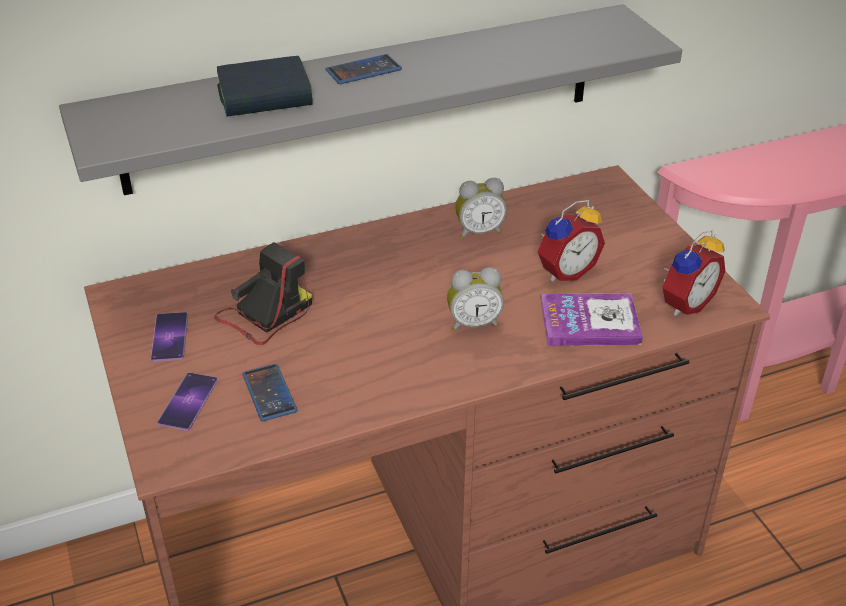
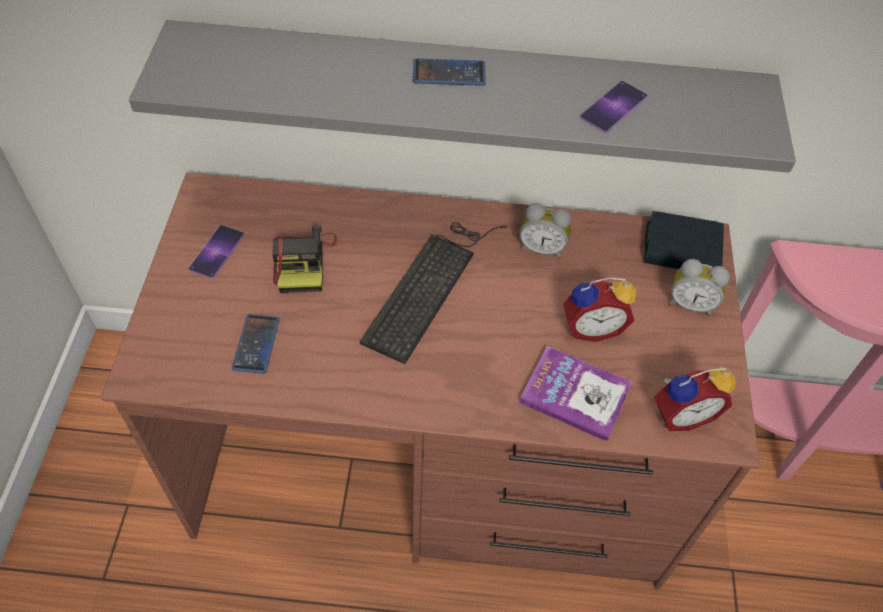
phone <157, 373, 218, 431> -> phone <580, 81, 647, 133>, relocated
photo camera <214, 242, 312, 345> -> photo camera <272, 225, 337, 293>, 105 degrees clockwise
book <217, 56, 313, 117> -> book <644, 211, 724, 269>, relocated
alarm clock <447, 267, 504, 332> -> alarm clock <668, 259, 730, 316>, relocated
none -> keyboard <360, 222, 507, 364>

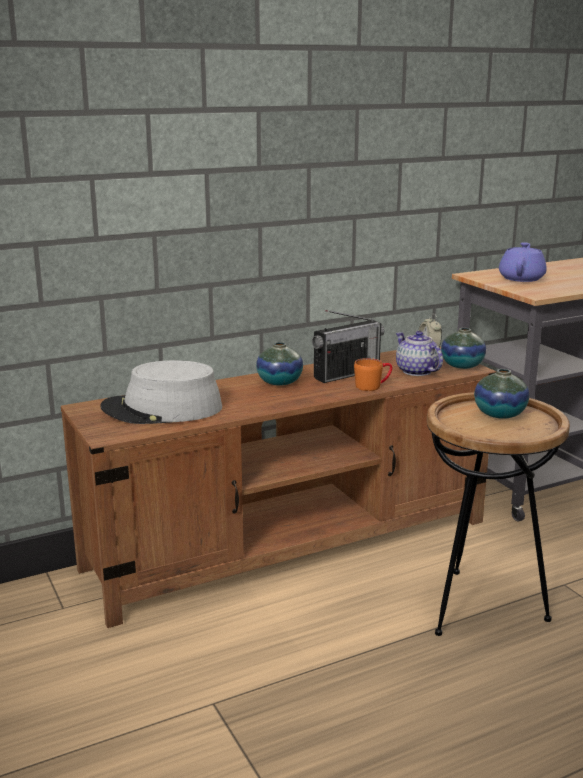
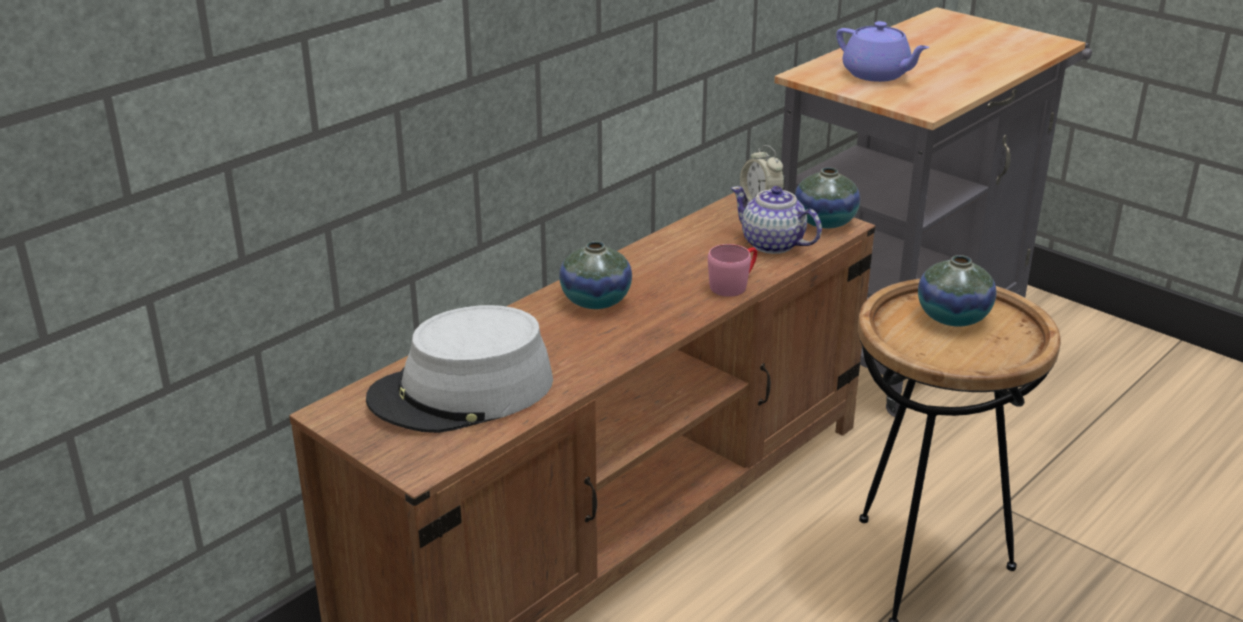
radio <312, 310, 384, 383> -> none
mug (orange) <354, 358, 392, 391> -> mug (pink) <708, 244, 757, 297>
teapot (purple) <499, 242, 547, 282> -> teapot (purple) <836, 21, 930, 82>, 135 degrees clockwise

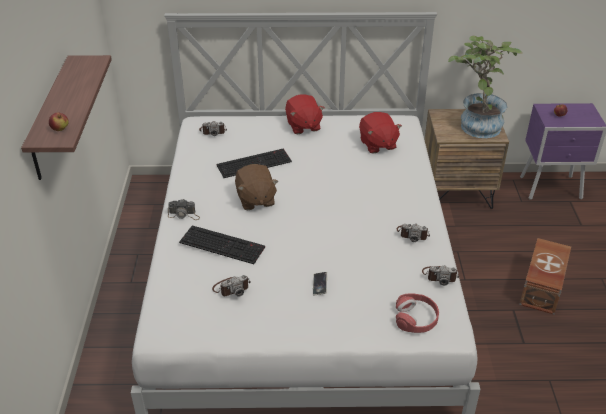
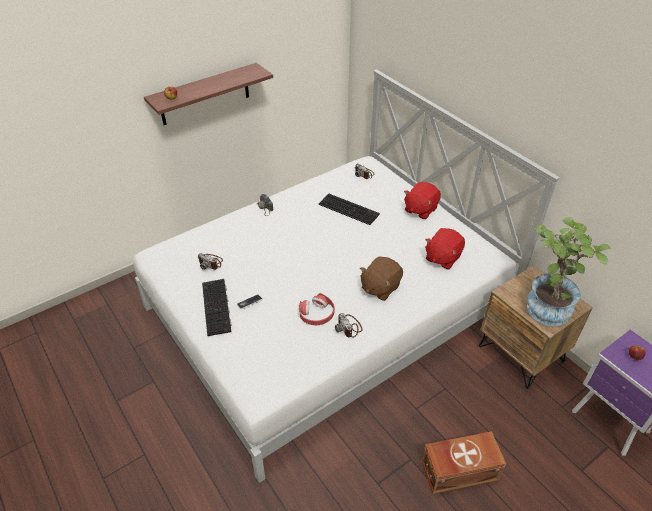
keyboard <179, 225, 265, 264> -> keyboard <202, 279, 232, 336>, relocated
plush toy (brown) <235, 164, 279, 210> -> plush toy (brown) <360, 257, 403, 301>, relocated
headphones (red) <396, 294, 439, 333> -> headphones (red) <299, 293, 335, 325>, relocated
photo camera <422, 266, 459, 286> -> none

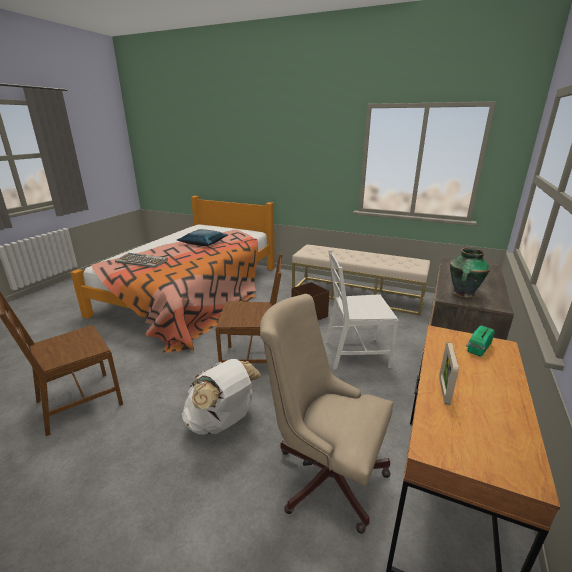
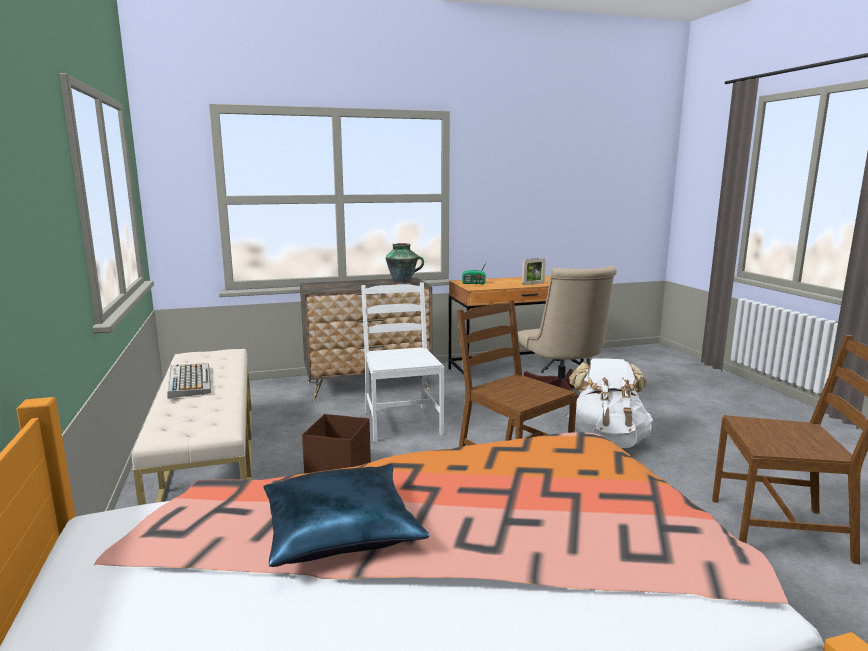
keyboard <115, 253, 168, 268> -> keyboard <167, 363, 211, 398>, relocated
chair (white) <325, 250, 399, 369> -> chair (white) <361, 282, 444, 442>, 150 degrees counterclockwise

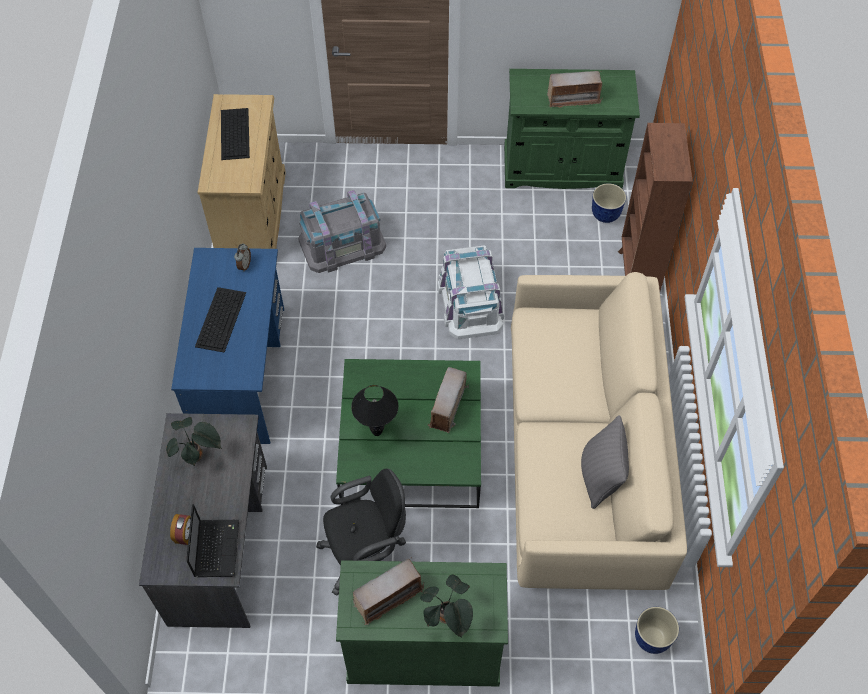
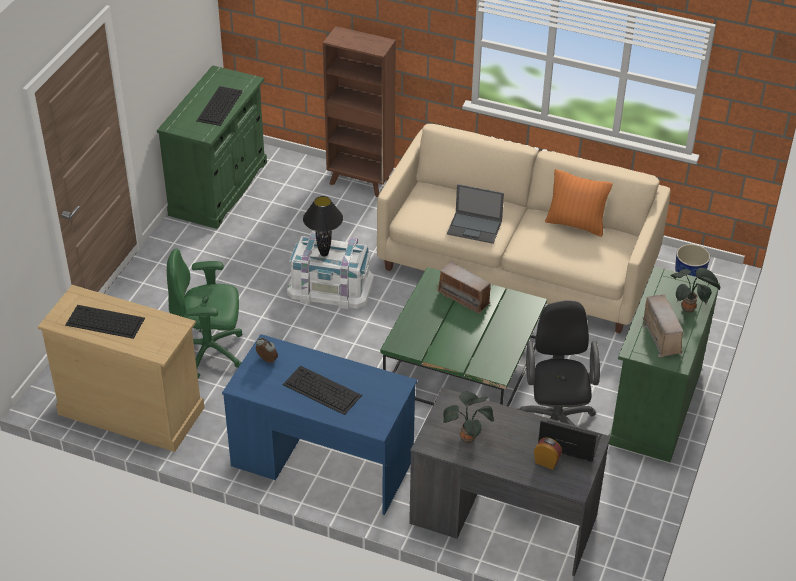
storage box (grey) <298, 190, 386, 273> -> office chair (green) <167, 249, 243, 379>
table lamp (black) <351, 385, 399, 436> -> table lamp (black) <303, 196, 343, 256>, relocated
radio <546, 71, 602, 108> -> keyboard <196, 86, 243, 126>
pillow (grey) <581, 415, 629, 509> -> pillow (orange) <545, 169, 613, 237>
planter <592, 183, 626, 223> -> none
none -> laptop <447, 184, 504, 244>

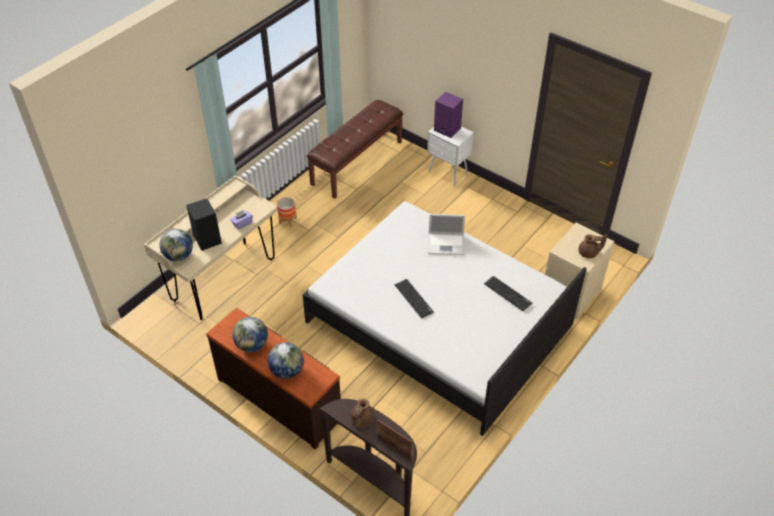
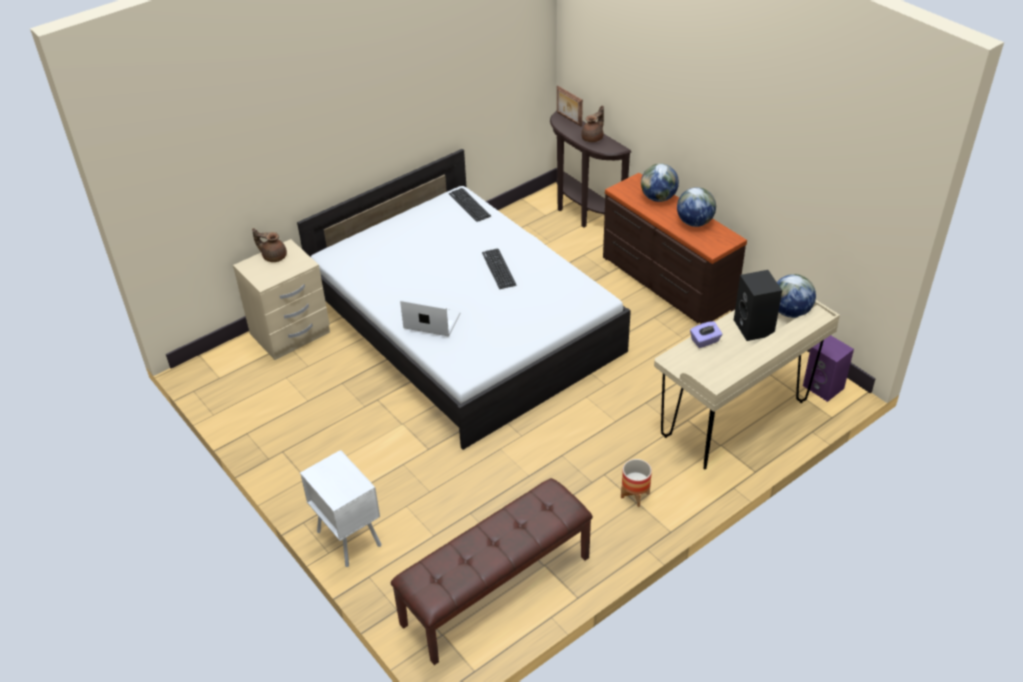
speaker (purple) <434, 92, 463, 138> -> speaker (purple) <803, 335, 854, 402>, relocated
keyboard <484, 276, 532, 311> -> keyboard <449, 188, 491, 222>, relocated

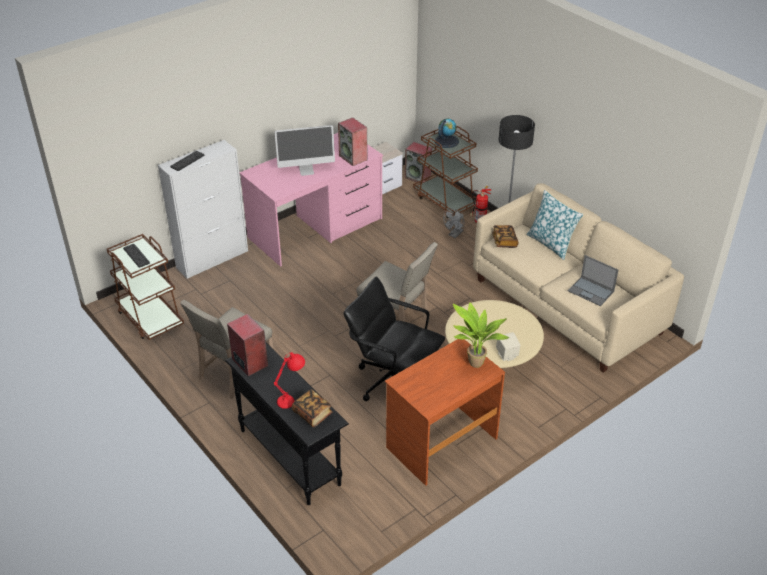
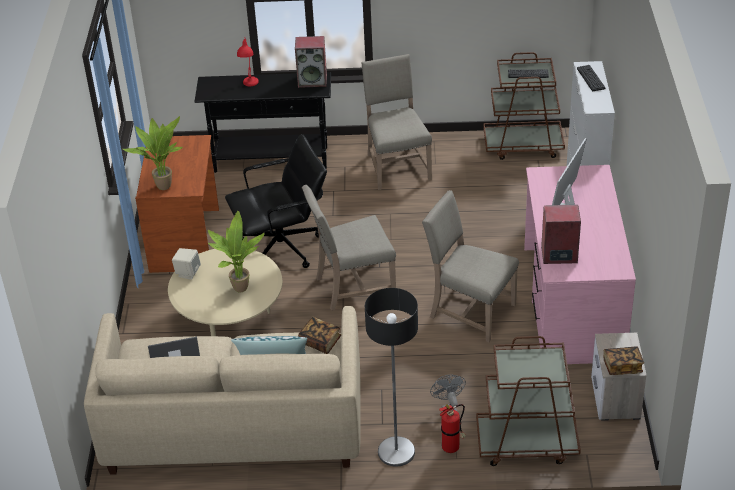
book <292, 389, 332, 427> -> book <604, 346, 644, 375>, relocated
speaker <405, 142, 432, 183> -> none
globe <435, 118, 459, 148> -> none
none -> potted plant <208, 211, 265, 292>
none -> chair (beige) <422, 190, 519, 342>

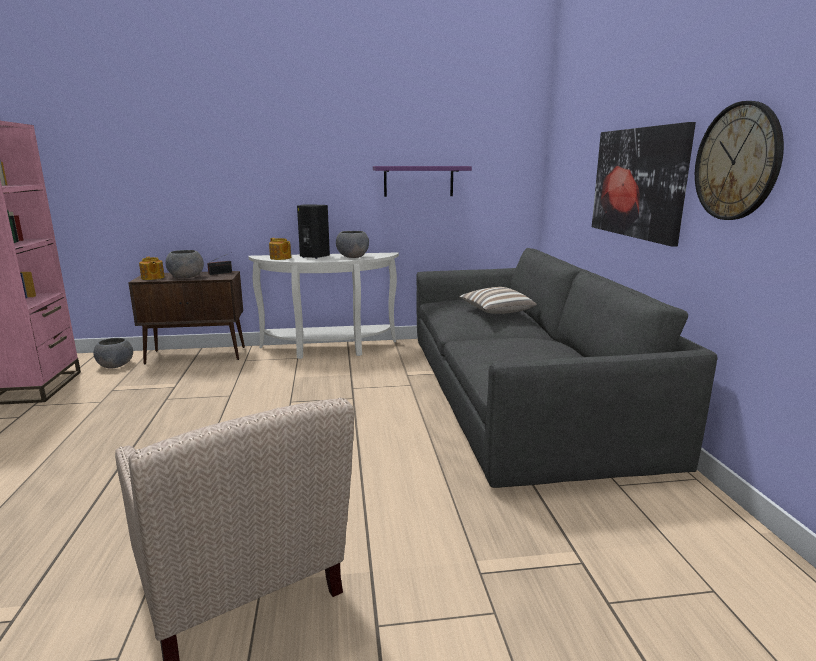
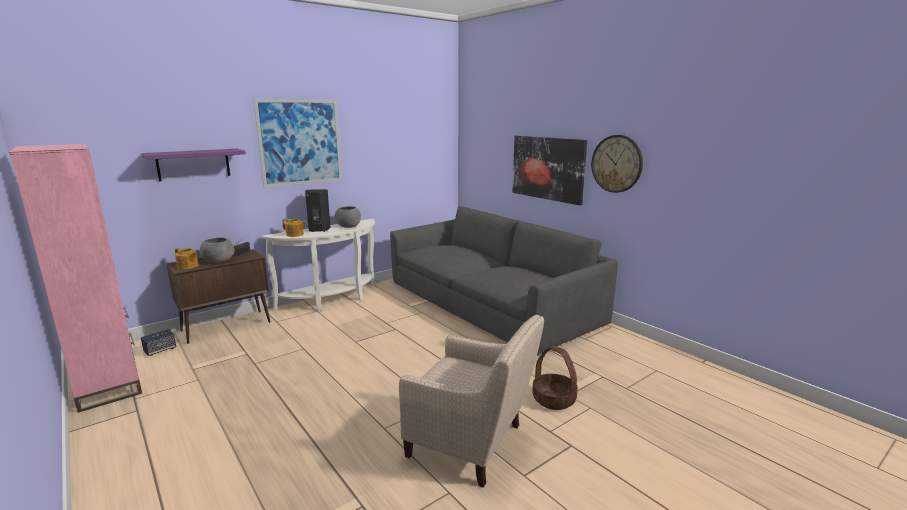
bowl (grey) <94, 338, 133, 368> -> speaker <141, 329, 176, 356>
shelf (purple) <373, 166, 472, 197> -> shelf (purple) <141, 149, 246, 181>, relocated
pillow <459, 287, 537, 314> -> none
none -> picture <253, 99, 342, 188>
none -> basket <533, 346, 578, 410>

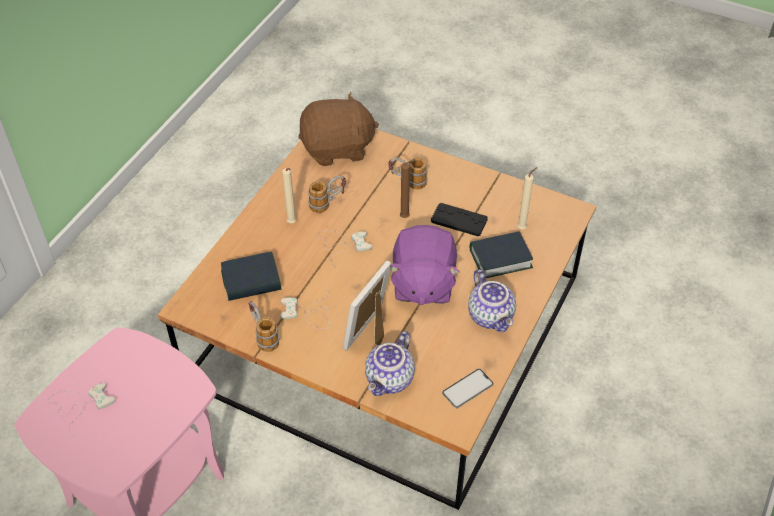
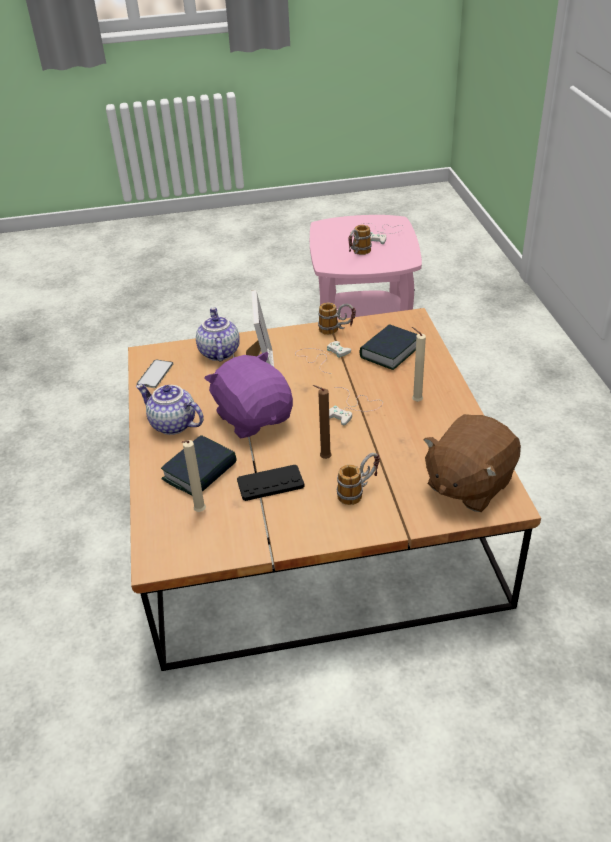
mug <308, 176, 346, 213> -> mug <348, 225, 372, 255>, relocated

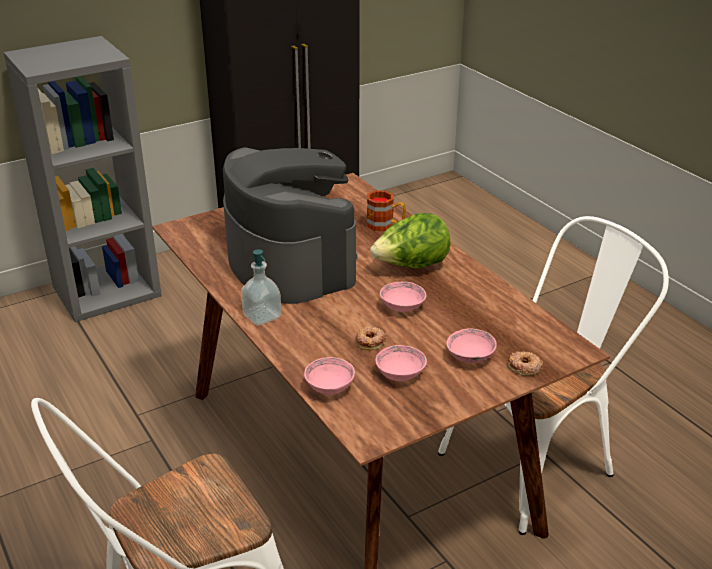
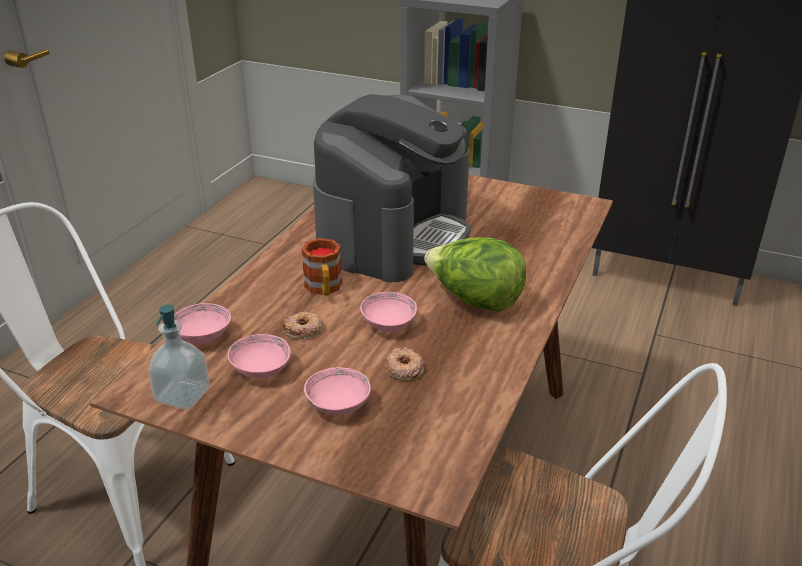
soap dispenser <241, 249, 281, 326> -> soap dispenser <148, 305, 209, 410>, relocated
mug <367, 191, 406, 231> -> mug <302, 238, 342, 296>, relocated
donut <508, 351, 543, 376> -> donut <384, 347, 424, 381>, relocated

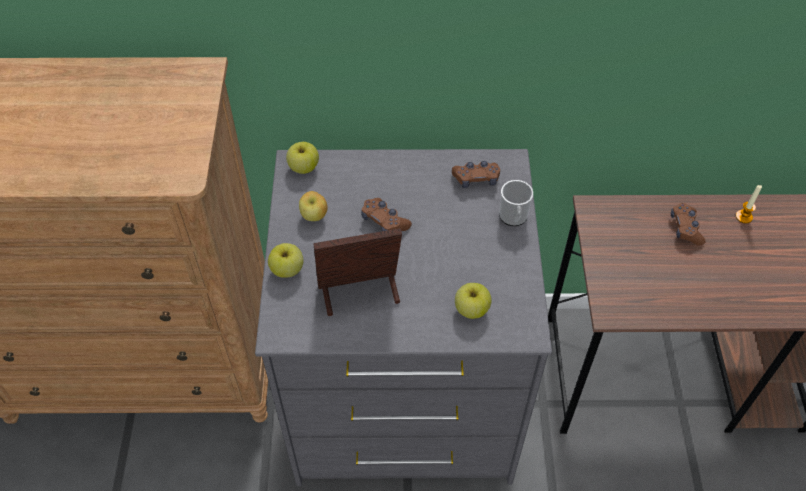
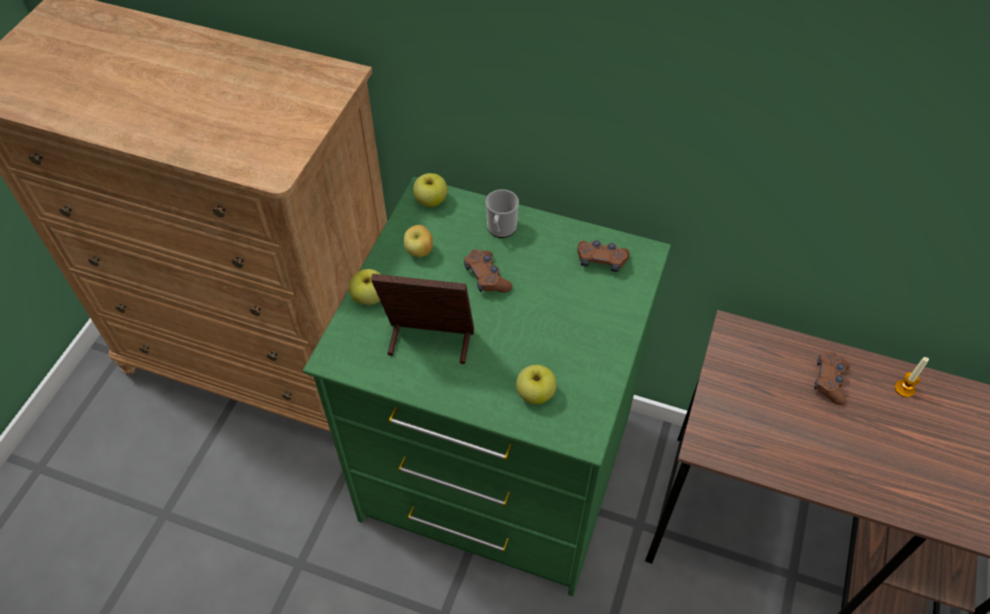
dresser (grey) <255, 149, 552, 486> -> dresser (green) <303, 177, 671, 596>
mug <499, 180, 533, 226> -> mug <485, 189, 519, 238>, relocated

